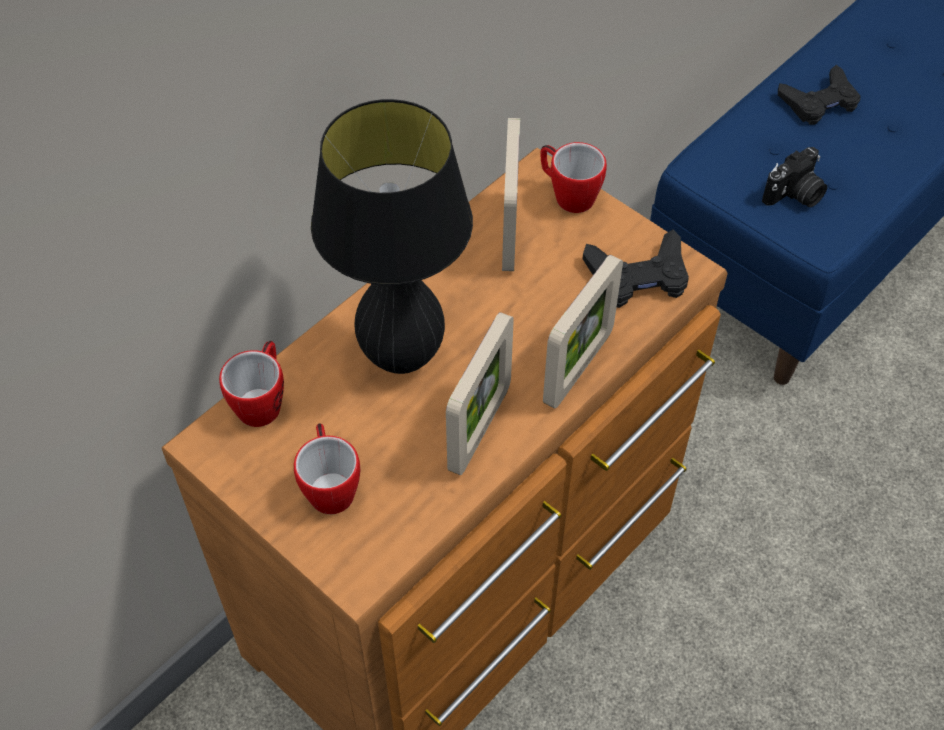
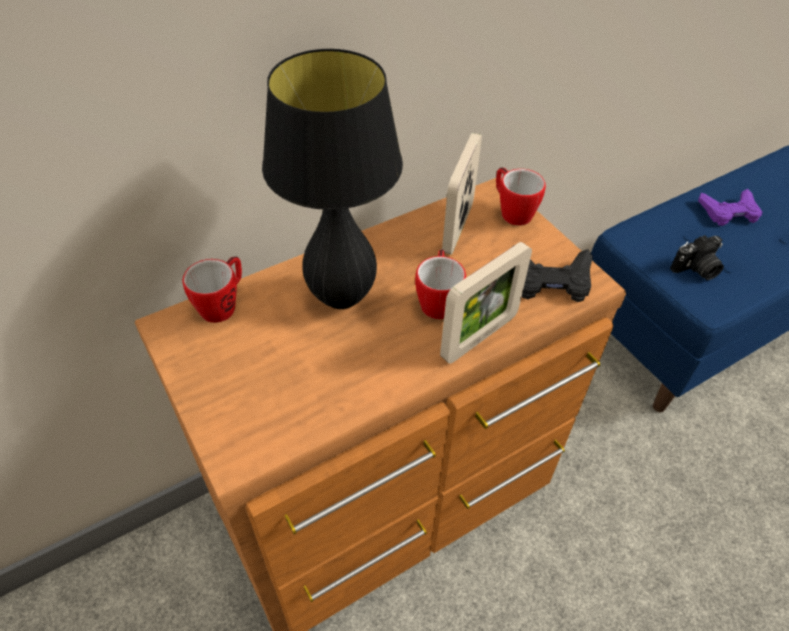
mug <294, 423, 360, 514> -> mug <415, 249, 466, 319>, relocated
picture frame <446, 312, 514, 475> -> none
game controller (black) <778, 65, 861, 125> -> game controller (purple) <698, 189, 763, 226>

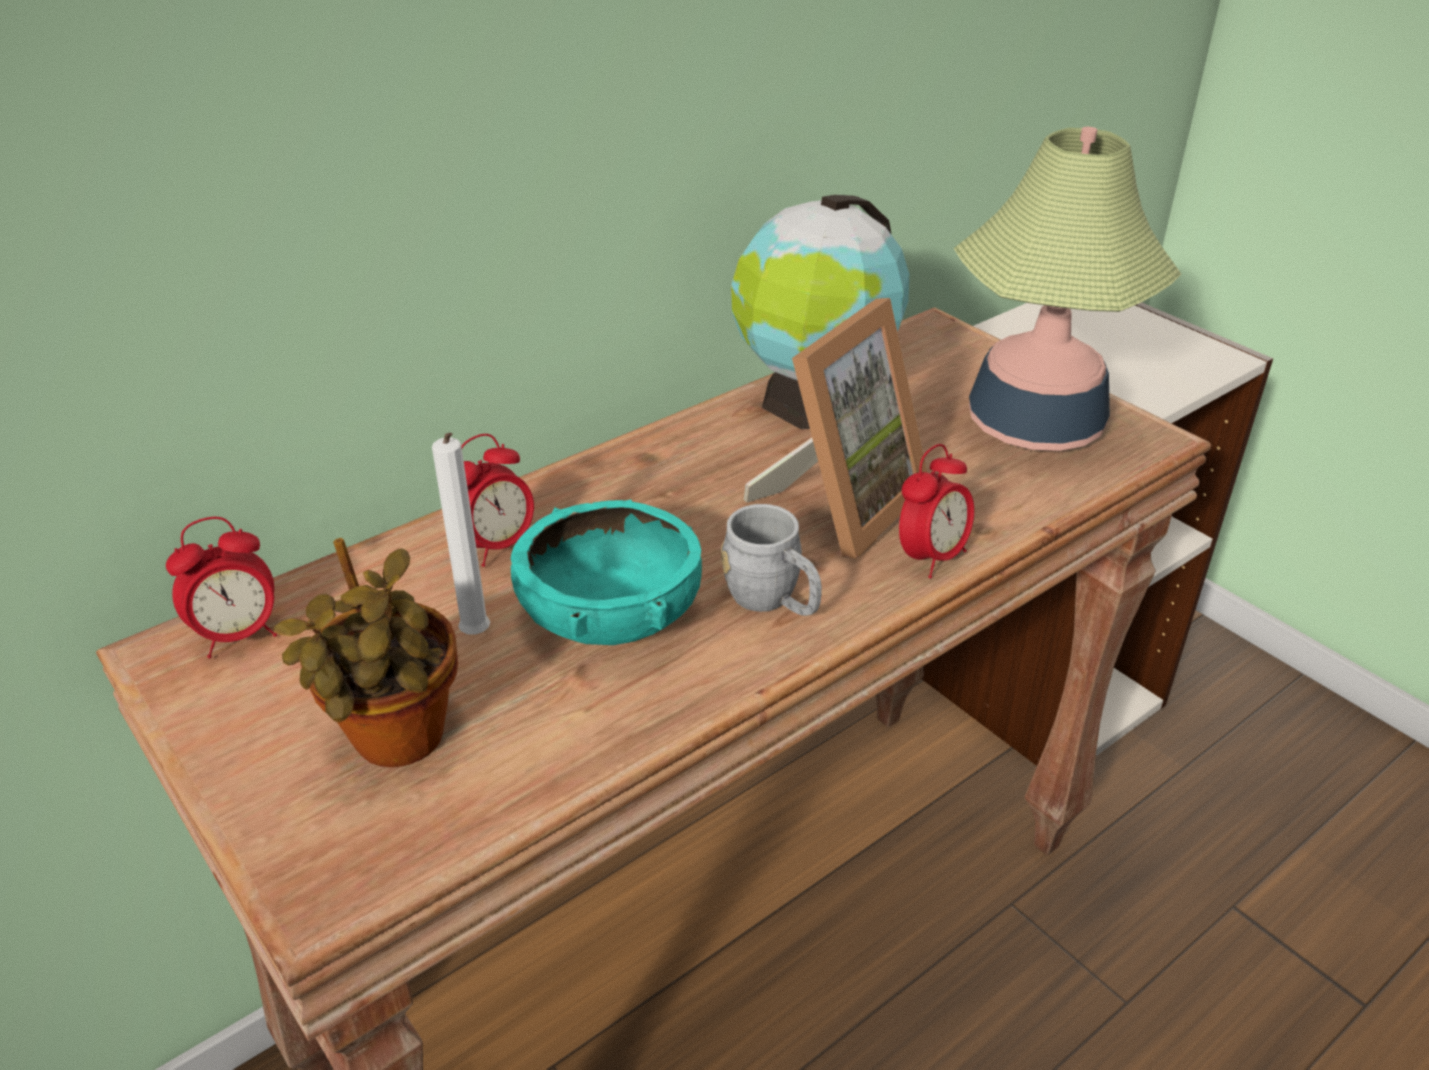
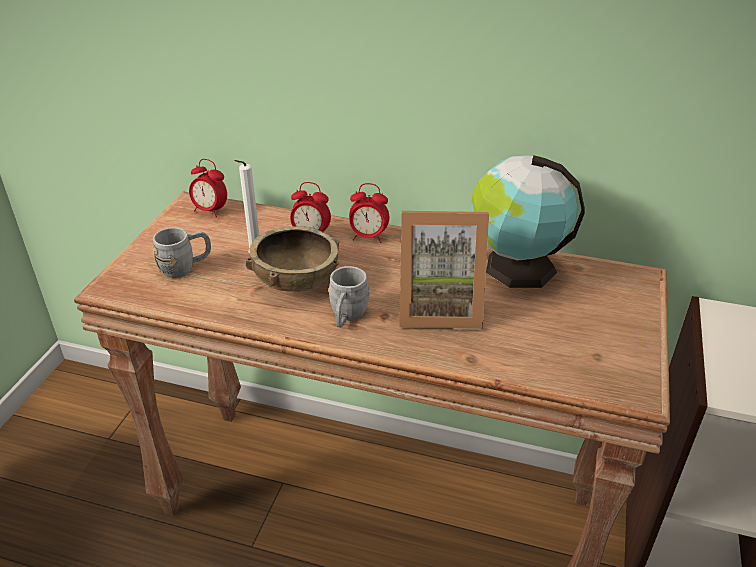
potted plant <273, 538, 458, 767> -> mug (grey) <153, 227, 211, 278>
bowl (turquoise) <511, 500, 702, 645> -> bowl (brown) <246, 226, 339, 292>
alarm clock <899, 444, 974, 578> -> alarm clock <349, 183, 389, 243>, relocated
table lamp <954, 127, 1181, 451> -> none

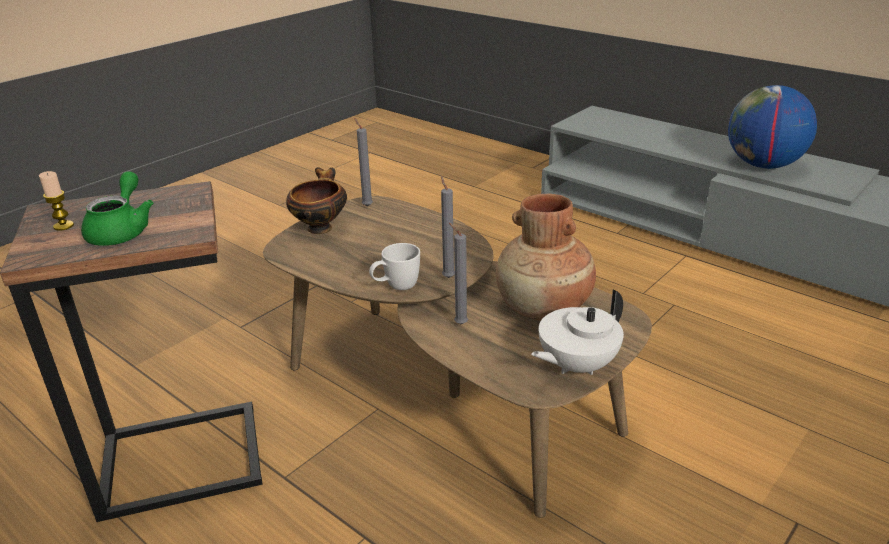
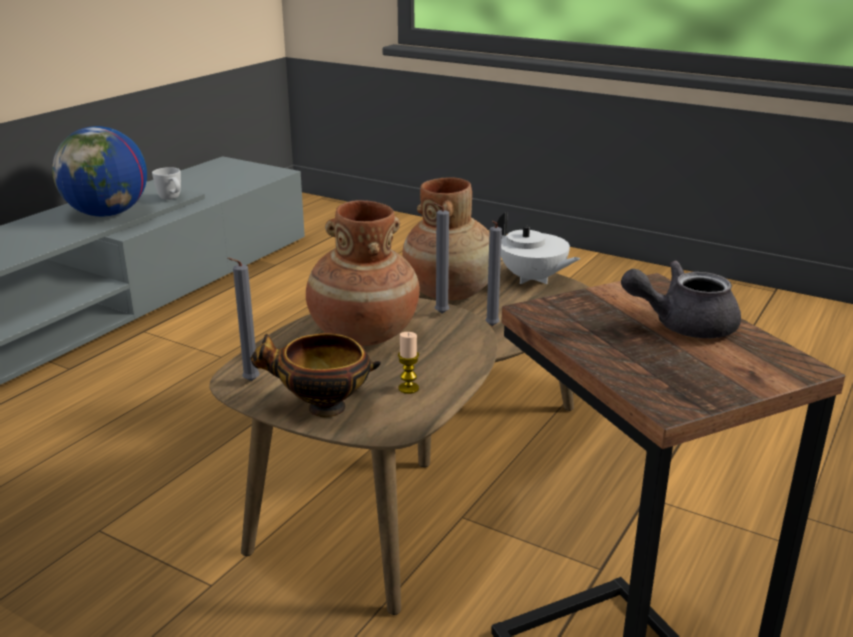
candle <39, 171, 74, 231> -> candle <398, 332, 419, 394>, relocated
teapot (green) <81, 171, 153, 246> -> teapot (grey) <621, 261, 741, 338>
mug (white) <369, 243, 420, 290> -> mug (white) <152, 167, 181, 200>, relocated
none -> vase (brown) <306, 200, 420, 346>

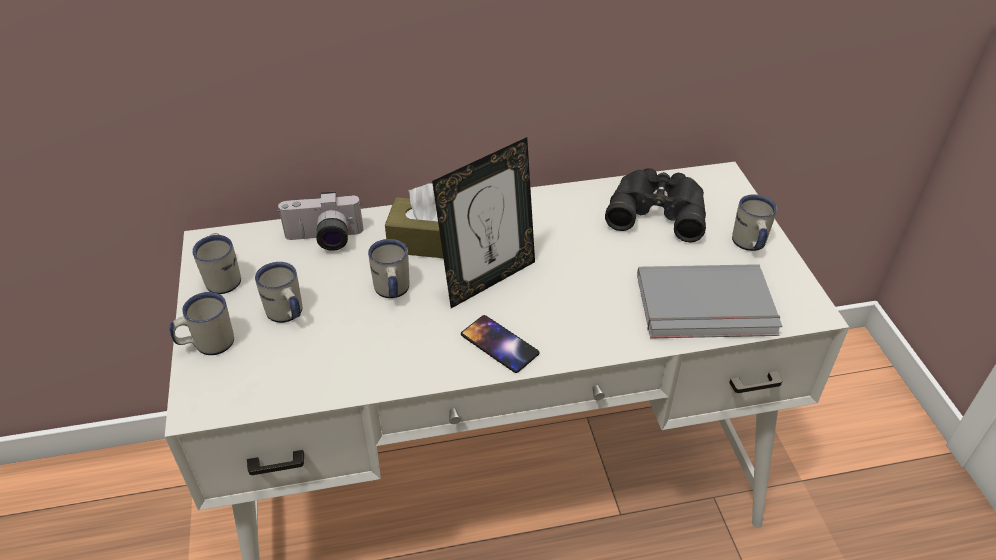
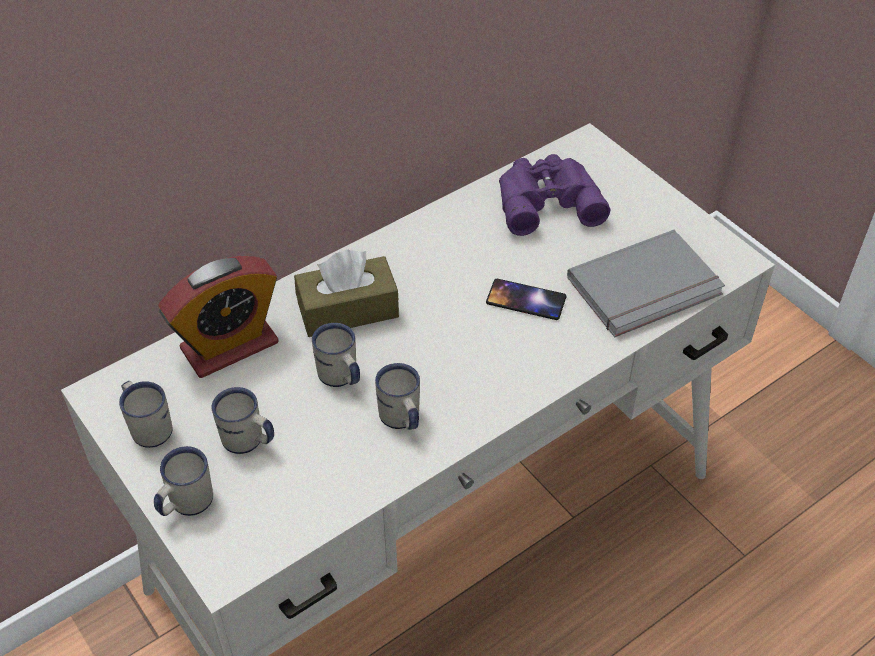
photo camera <277, 191, 364, 251> -> alarm clock <158, 256, 278, 378>
picture frame <432, 137, 535, 308> -> none
phone <461, 315, 540, 373> -> phone <486, 279, 566, 320>, relocated
binoculars (black) <605, 168, 706, 242> -> binoculars (purple) <499, 154, 610, 236>
mug (white) <732, 194, 777, 251> -> mug (white) <375, 363, 420, 430>, relocated

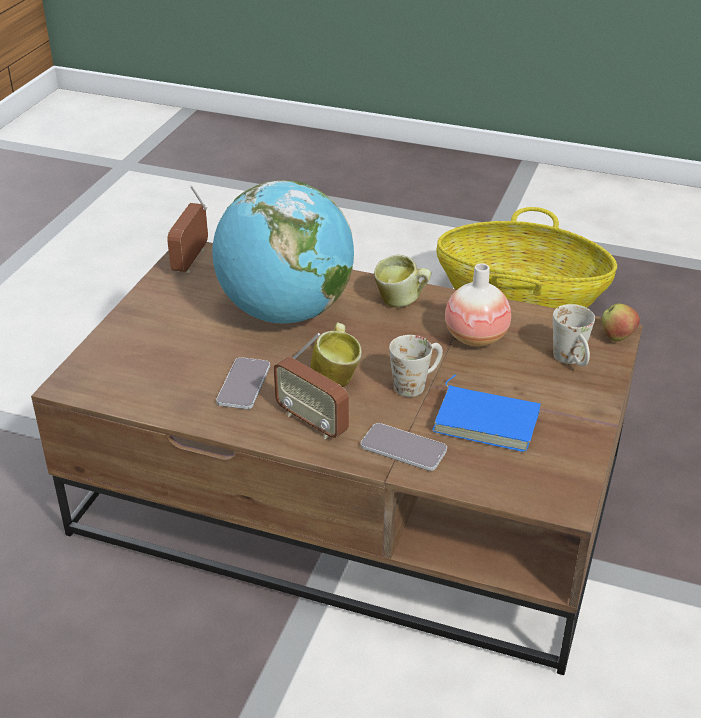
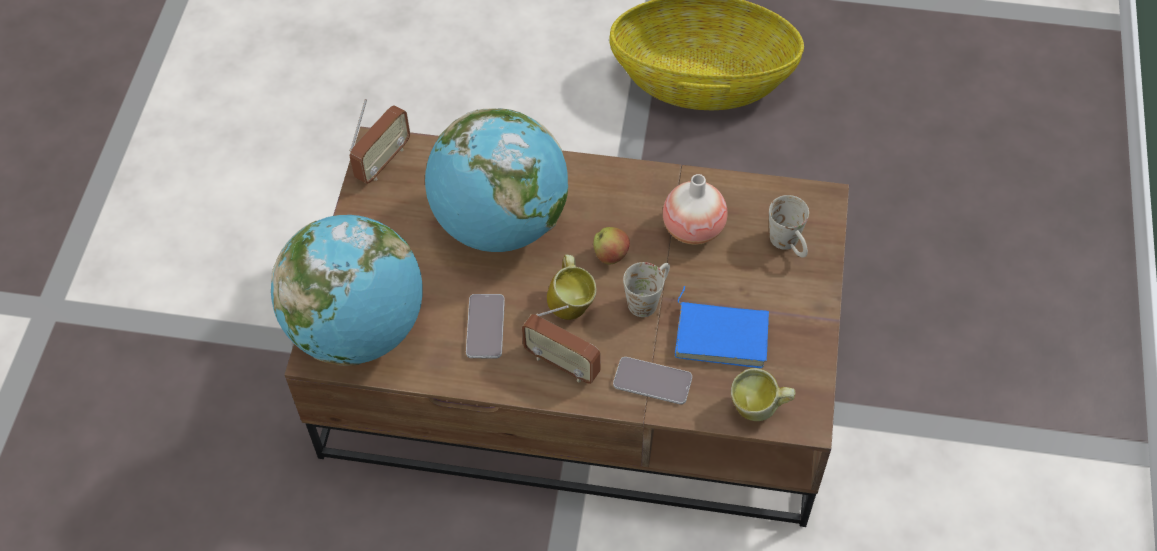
radio <167, 185, 208, 273> -> radio <349, 99, 410, 184>, 150 degrees counterclockwise
mug <374, 255, 431, 307> -> mug <731, 368, 795, 421>, relocated
apple <602, 304, 640, 342> -> apple <593, 227, 630, 265>, relocated
none -> globe <271, 215, 423, 366>

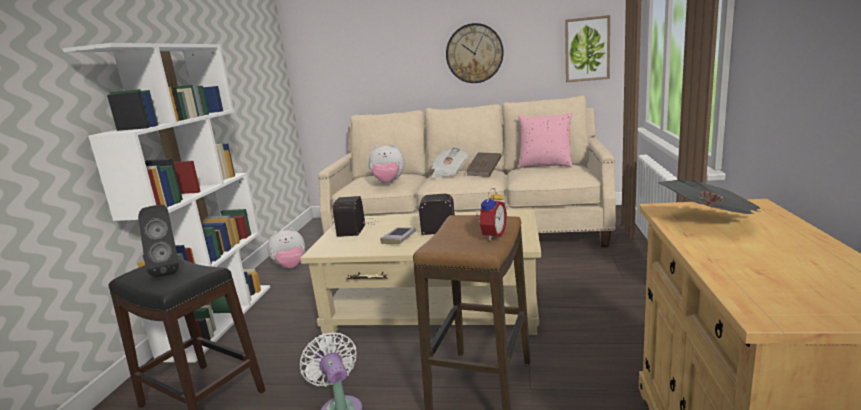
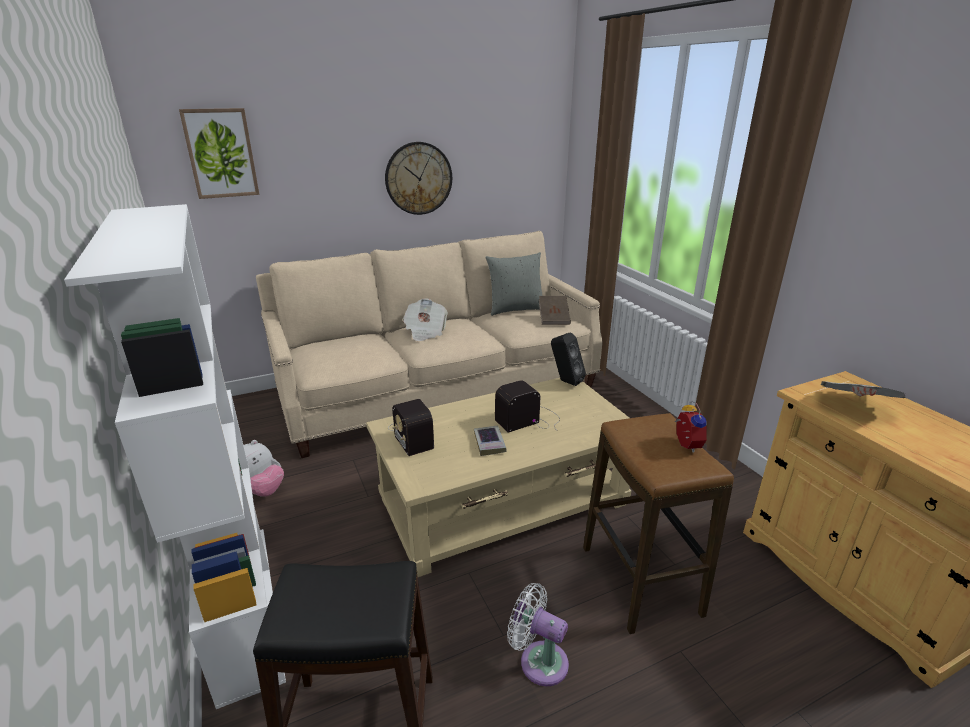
speaker (black) <138, 205, 179, 277> -> speaker (black) <551, 332, 586, 386>, relocated
plush toy <369, 144, 405, 183> -> none
book (brown) <466, 152, 501, 177> -> book (brown) <539, 296, 571, 325>, relocated
pillow (pink) <517, 113, 573, 168> -> pillow (grey) <485, 252, 543, 316>
picture <565, 15, 610, 82> -> picture <179, 108, 259, 199>, relocated

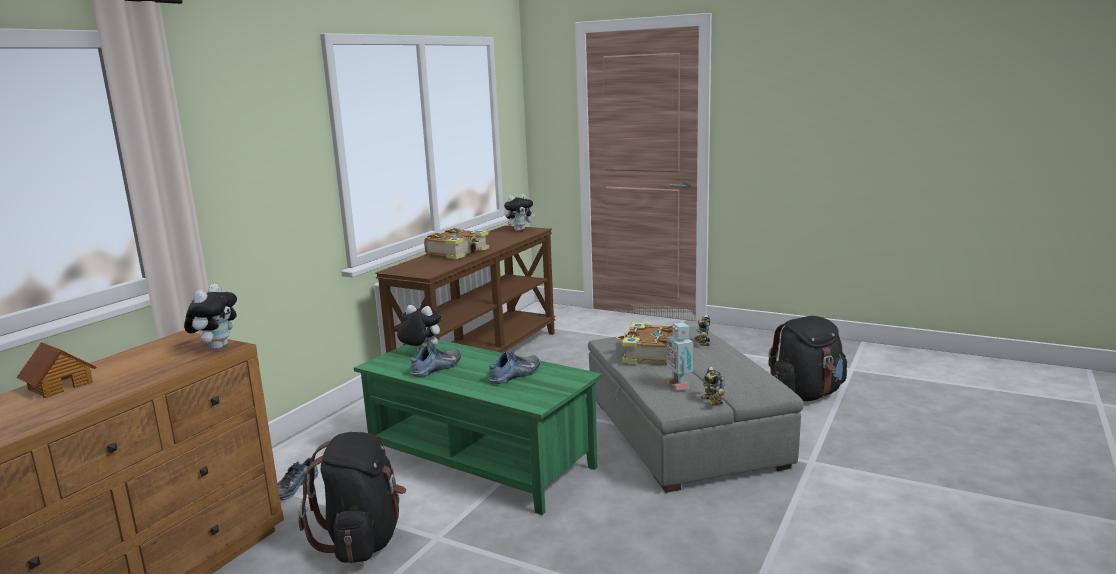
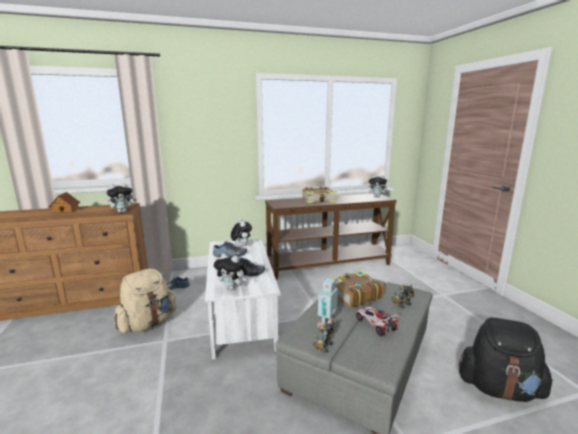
backpack (black) <299, 432, 406, 564> -> backpack (beige) <115, 269, 177, 333>
coffee table (green) <354, 340, 602, 515> -> coffee table (white) <205, 239, 281, 360>
none -> plush toy <214, 253, 247, 290>
none -> toy car <356, 307, 400, 336>

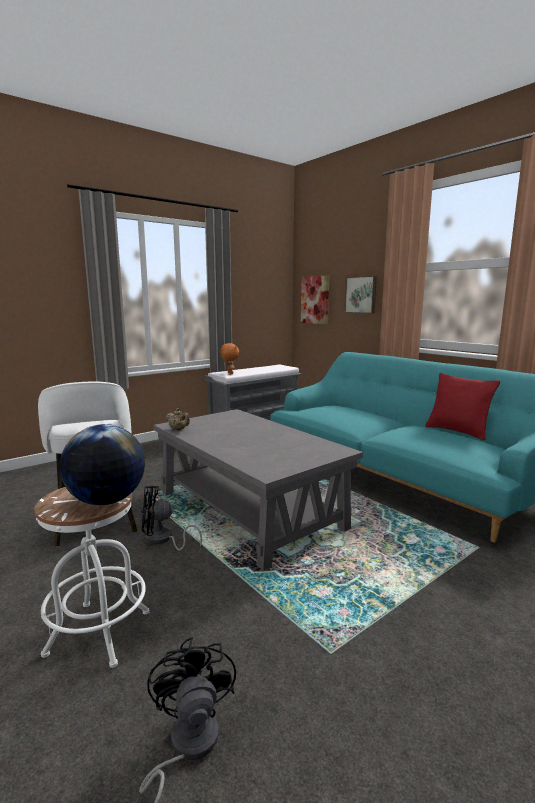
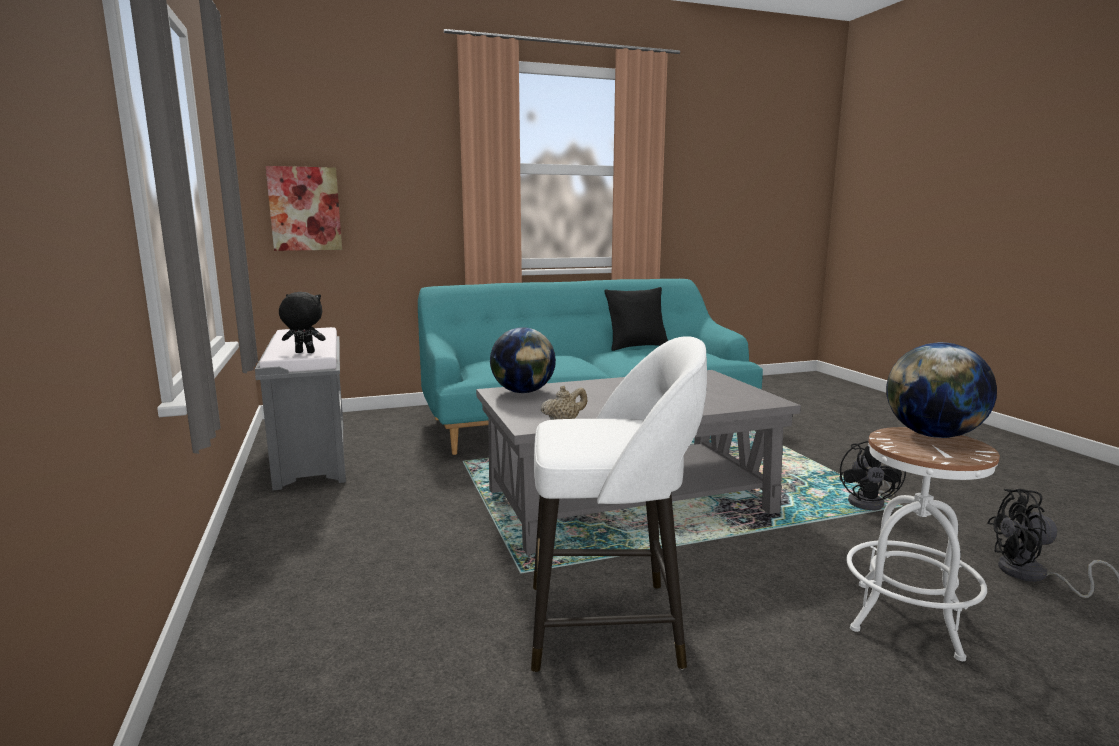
fan (black) <142, 486, 202, 551> -> fan (black) <840, 441, 906, 511>, relocated
plush toy (orange) <220, 343, 239, 374> -> plush toy (black) <279, 292, 326, 353>
picture <344, 276, 377, 313> -> none
pillow (red) <426, 373, 500, 440> -> pillow (black) <605, 287, 668, 351>
none -> globe <490, 327, 556, 393>

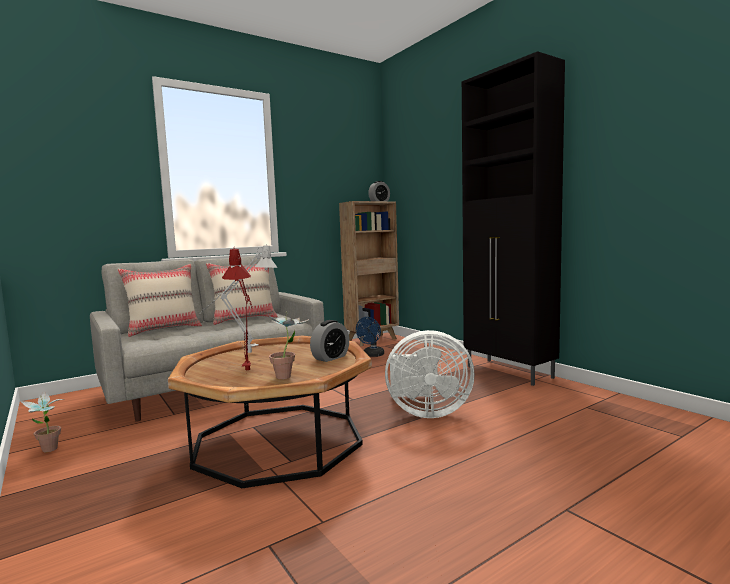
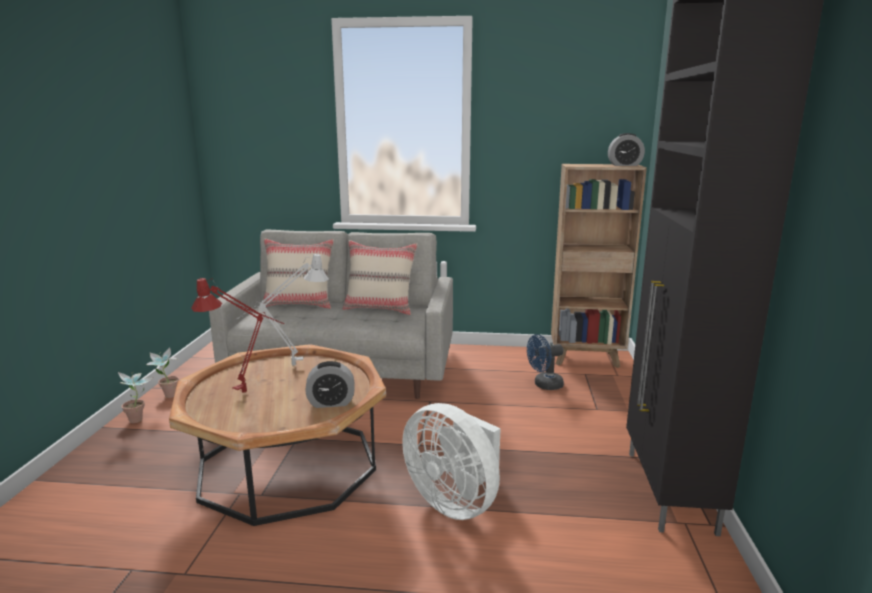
potted plant <269, 311, 309, 379> -> potted plant <118, 372, 154, 423>, relocated

